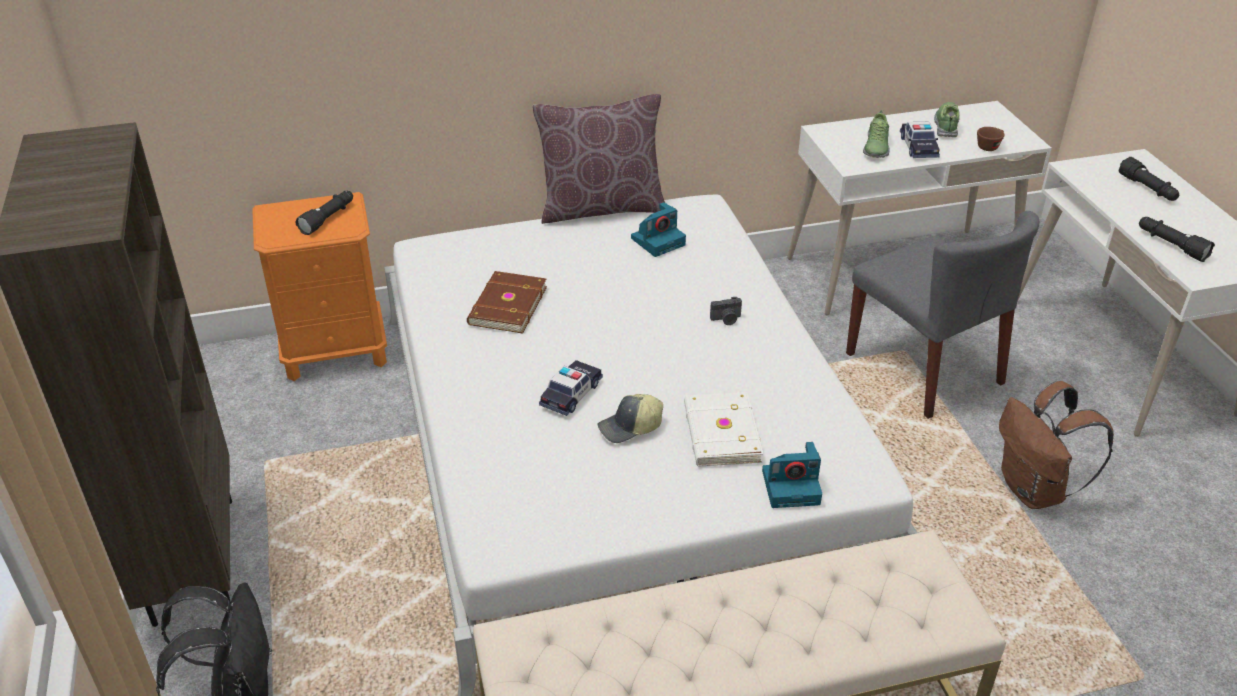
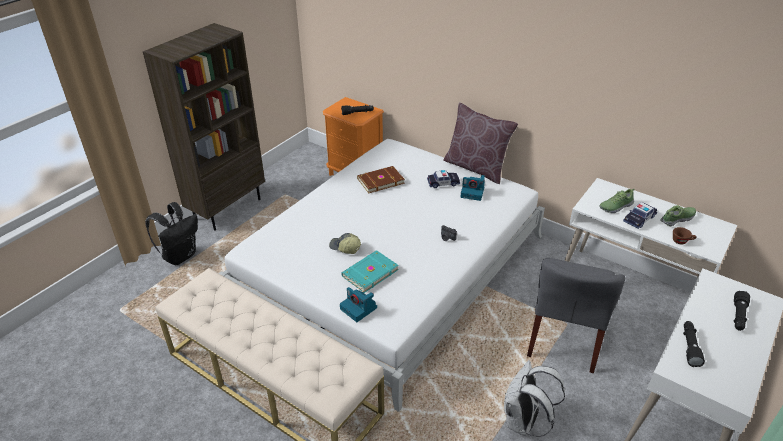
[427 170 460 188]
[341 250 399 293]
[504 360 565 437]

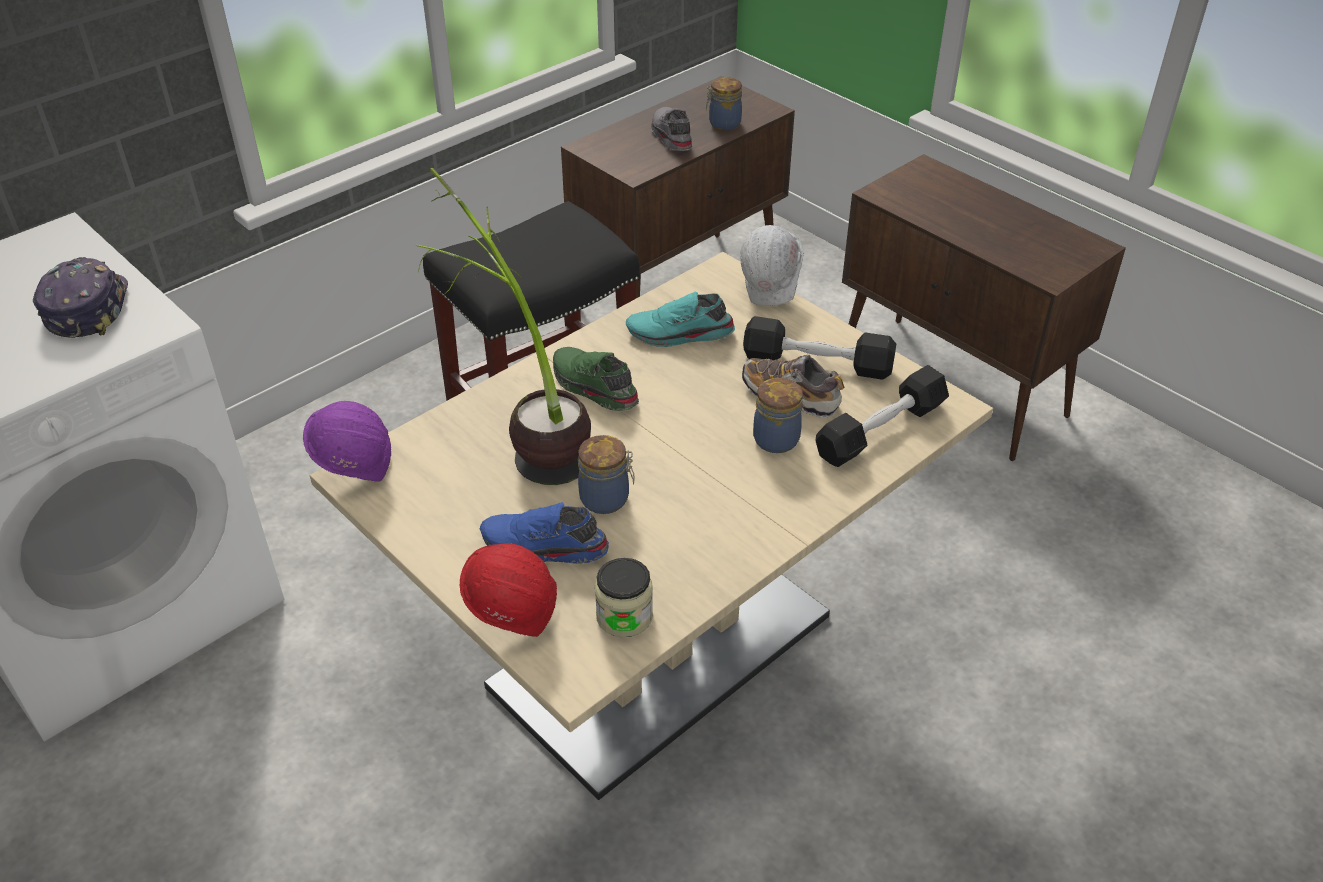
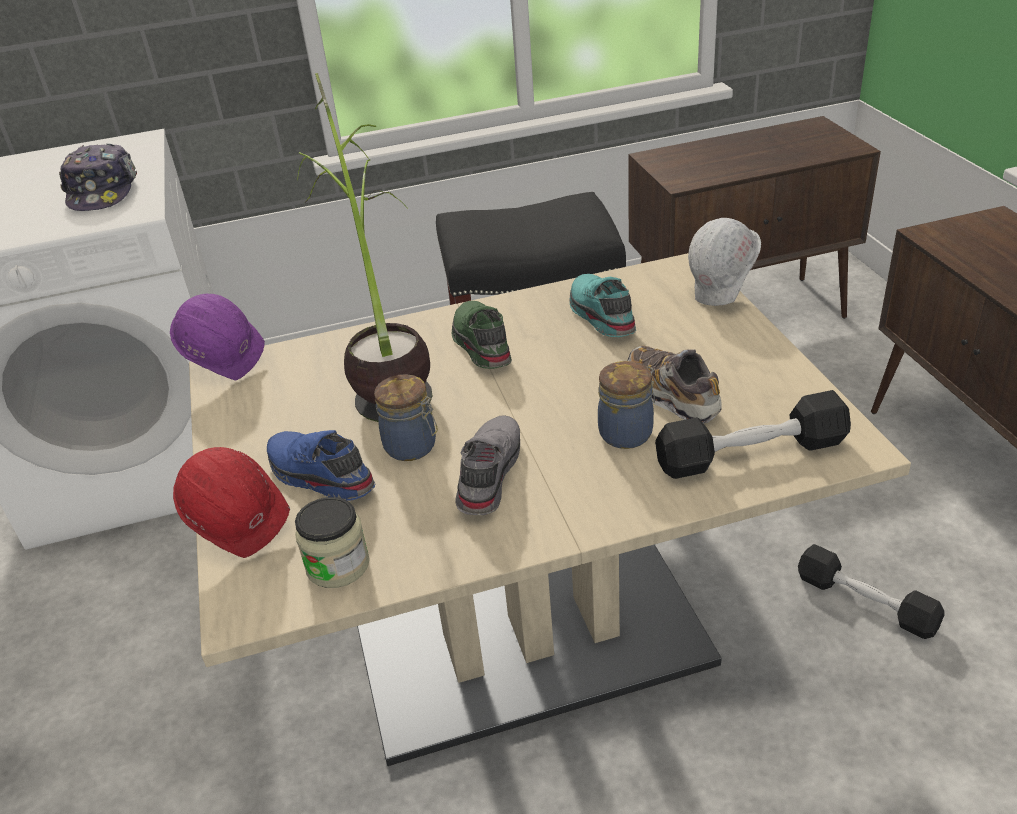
[706 77 742 130] (first image)
[455 415 520 515]
[798 544 945 639]
[59 144 137 211]
[569 274 636 337]

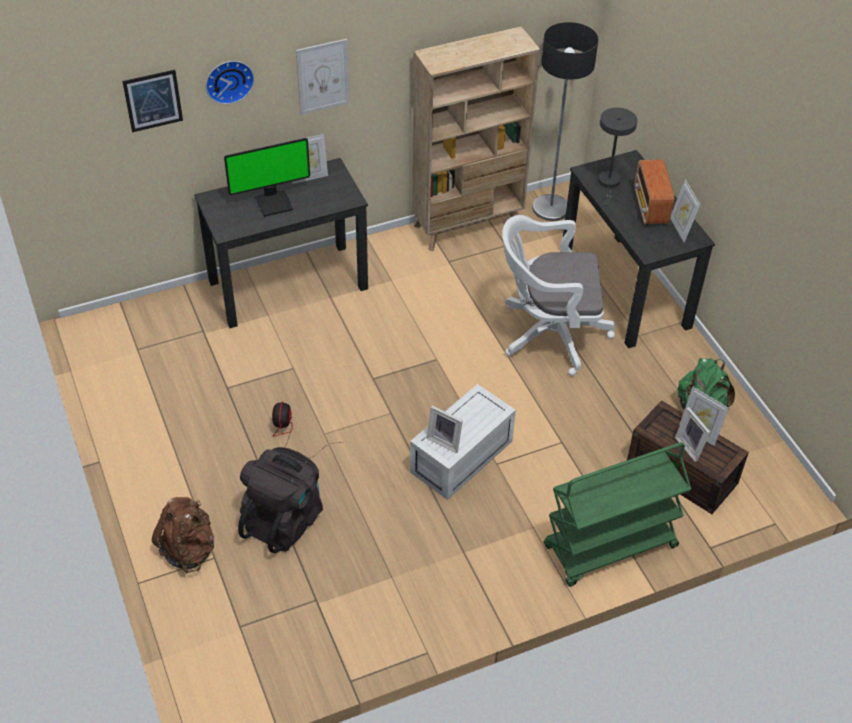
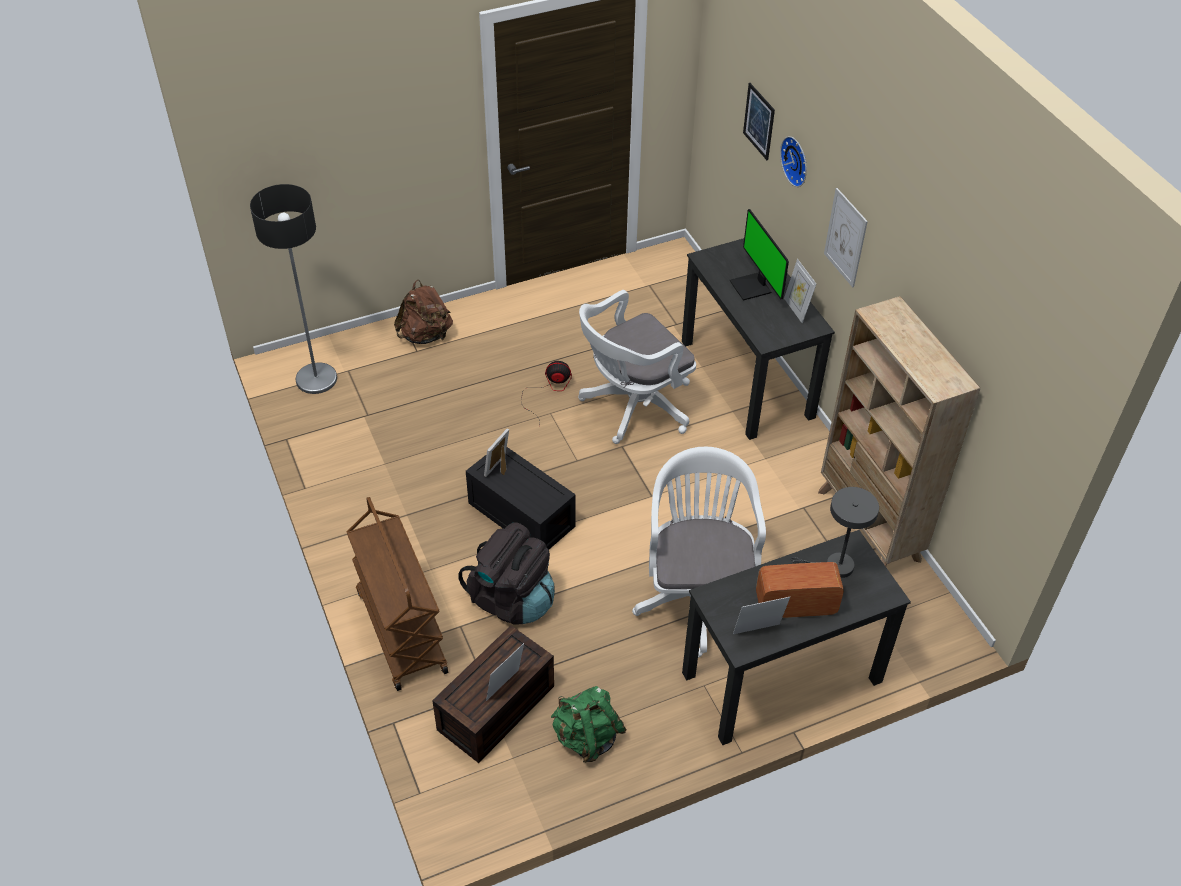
[675 407 710 462] (first image)
[578 290 696 444]
[458 522 555 625]
[250 184 337 394]
[466 447 576 549]
[347 497 448 691]

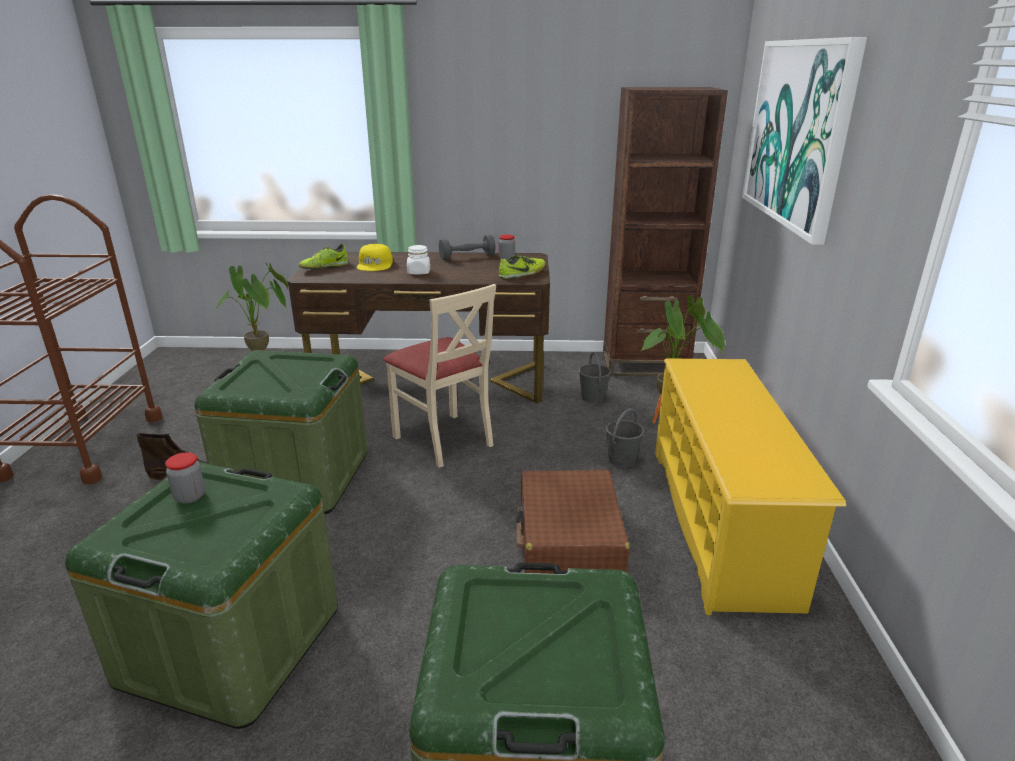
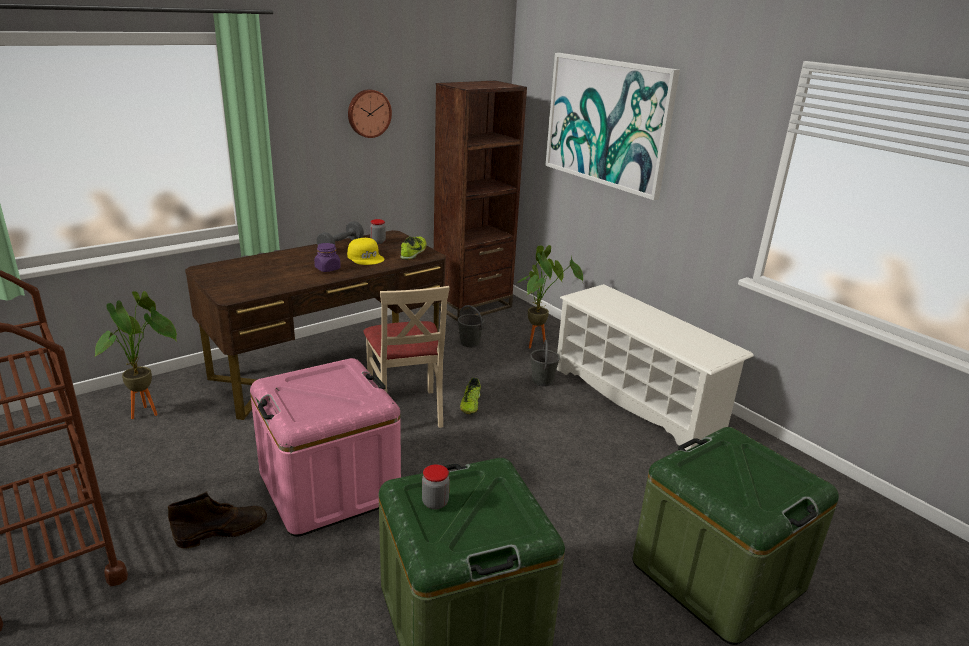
[516 470 630 574] (first image)
[348 89 392 138]
[460 378 481 414]
[347 238 384 265]
[250 358 401 537]
[314 243 341 272]
[557 284 754 450]
[364 286 450 428]

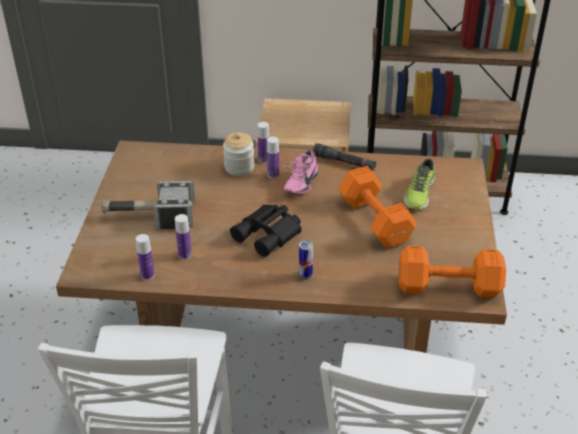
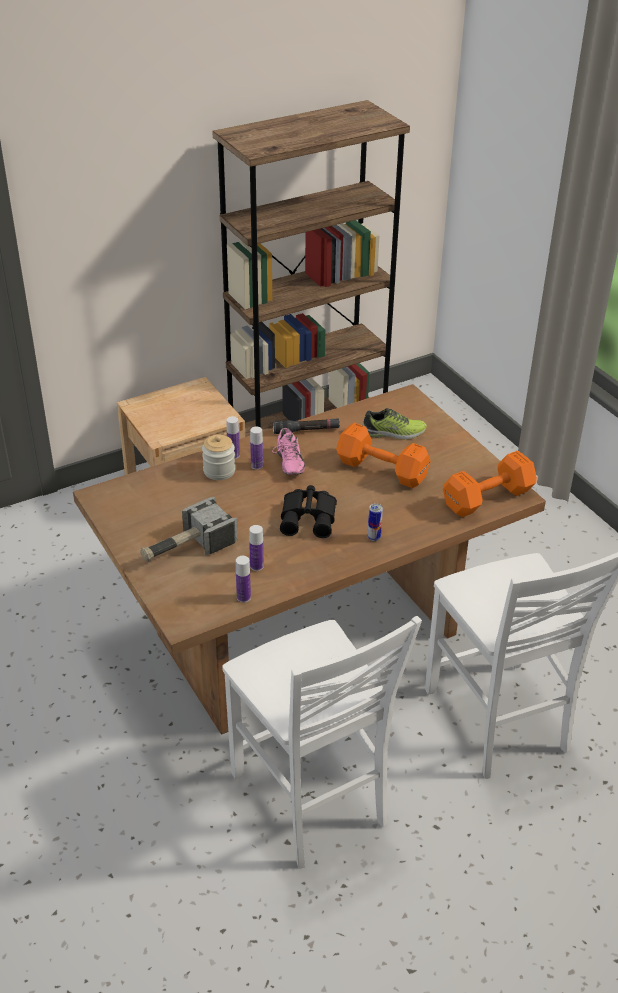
[362 408 427 440]

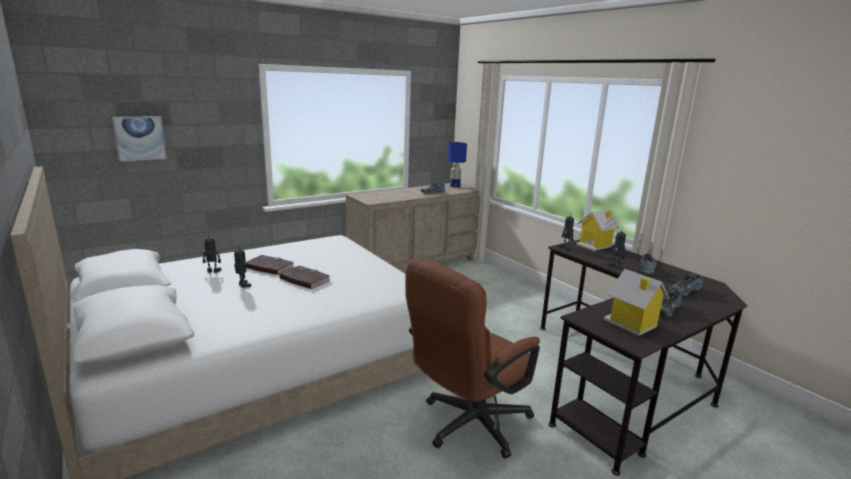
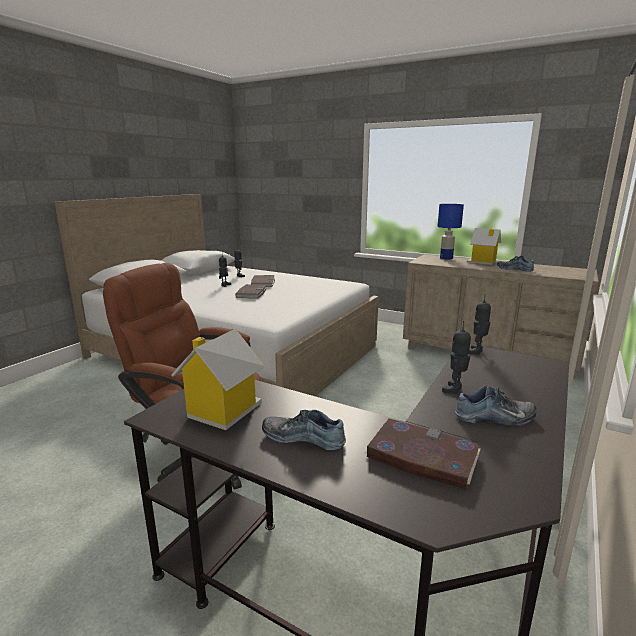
[112 116 167 162] (first image)
[438 204 464 260]
[467 228 501 265]
[365 418 481 490]

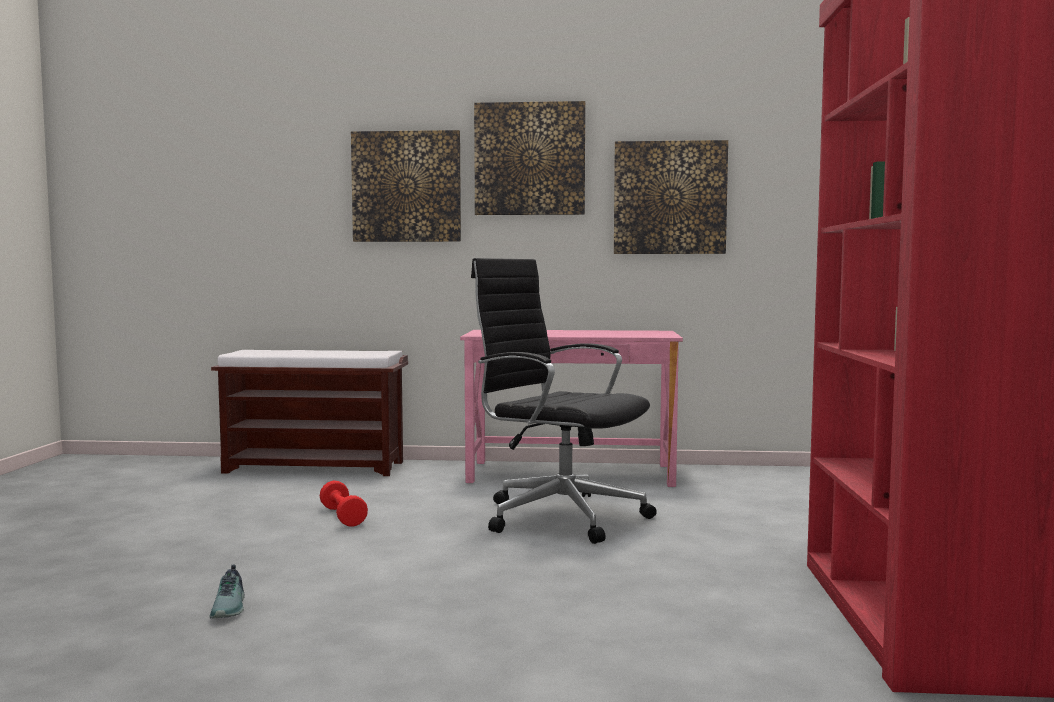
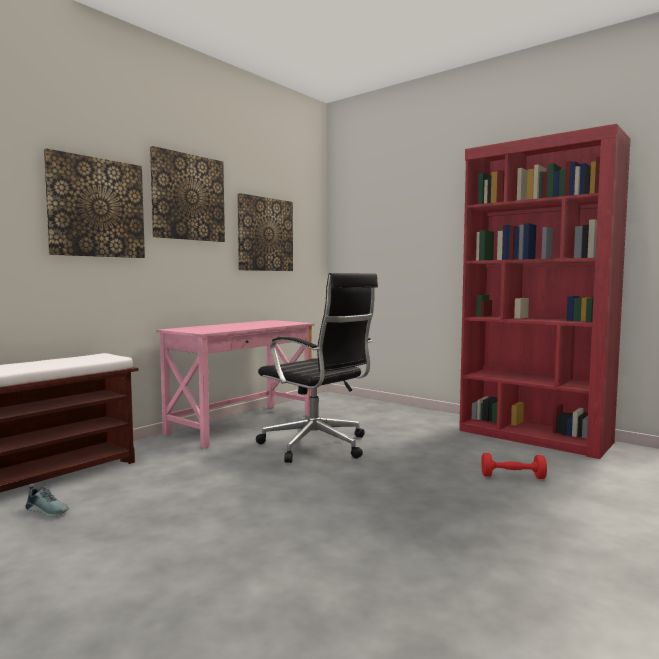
[25 486 69 517]
[481 453 547 479]
[256 273 378 463]

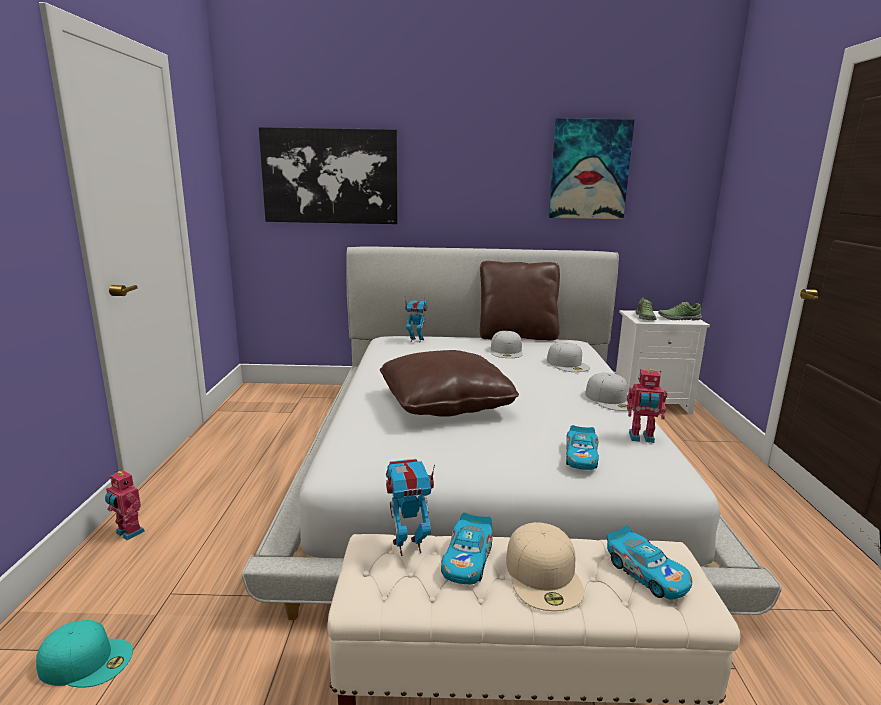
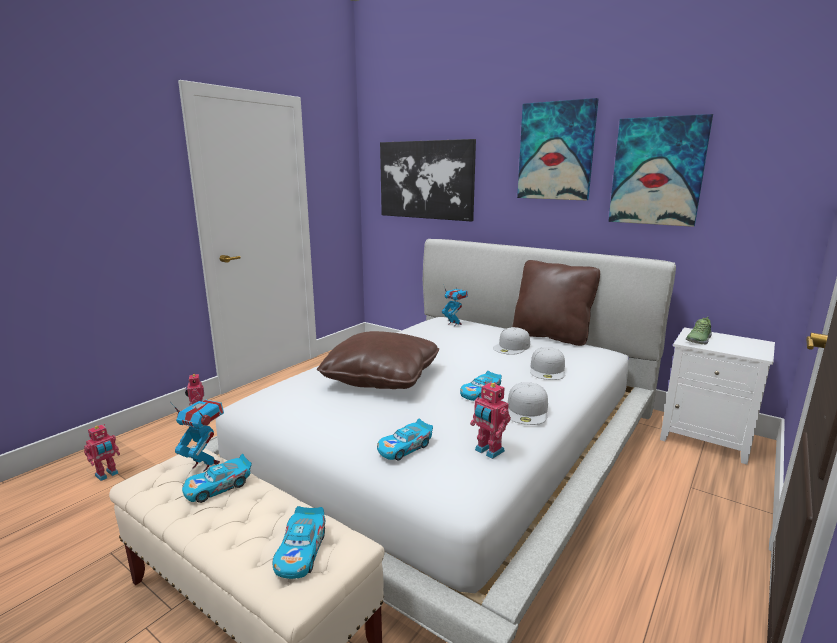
[506 522 584 611] (first image)
[658 302 703 321] (first image)
[460 371 502 401]
[517 98 599 201]
[84 424 120 481]

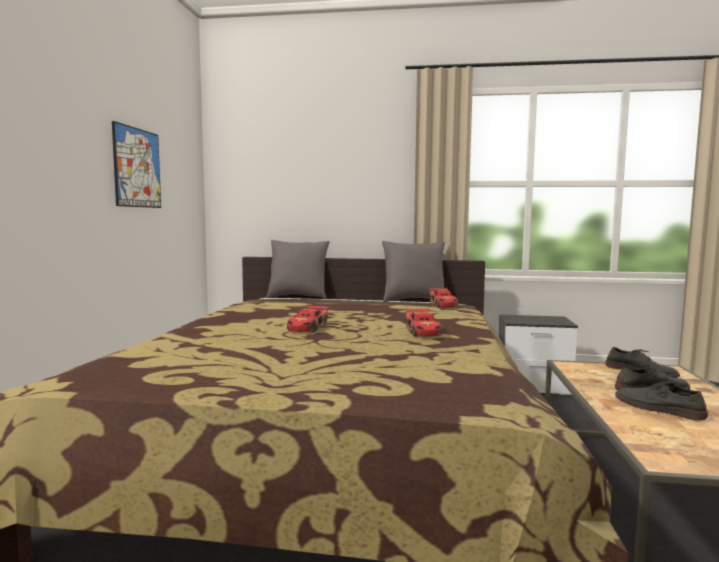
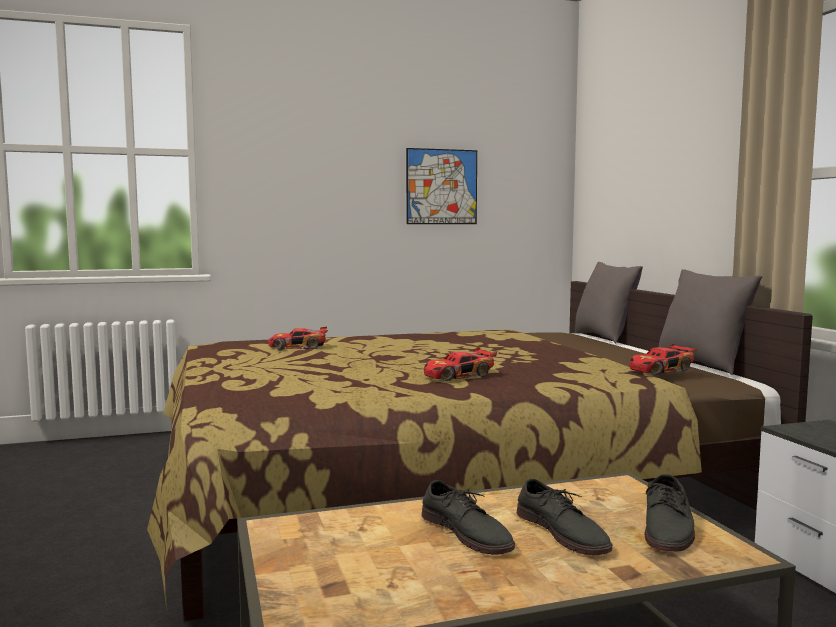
[268 327 328 350]
[422 480 515 555]

